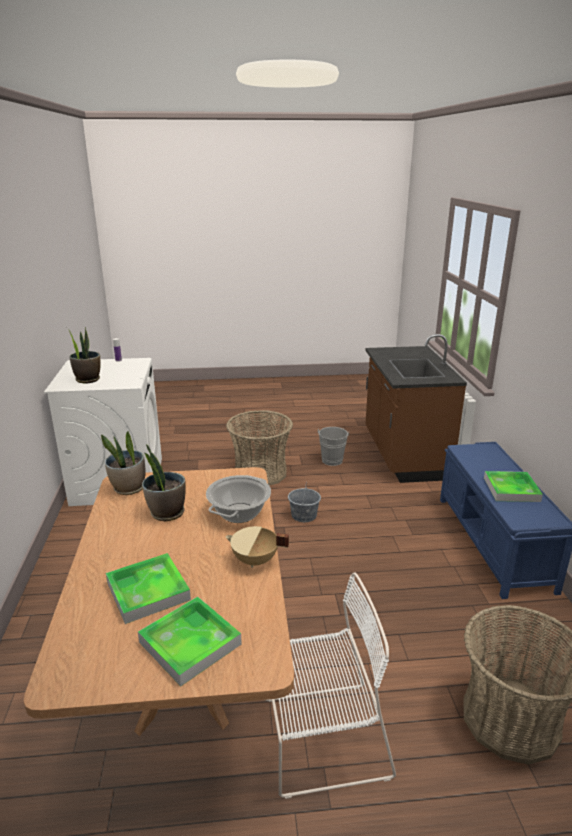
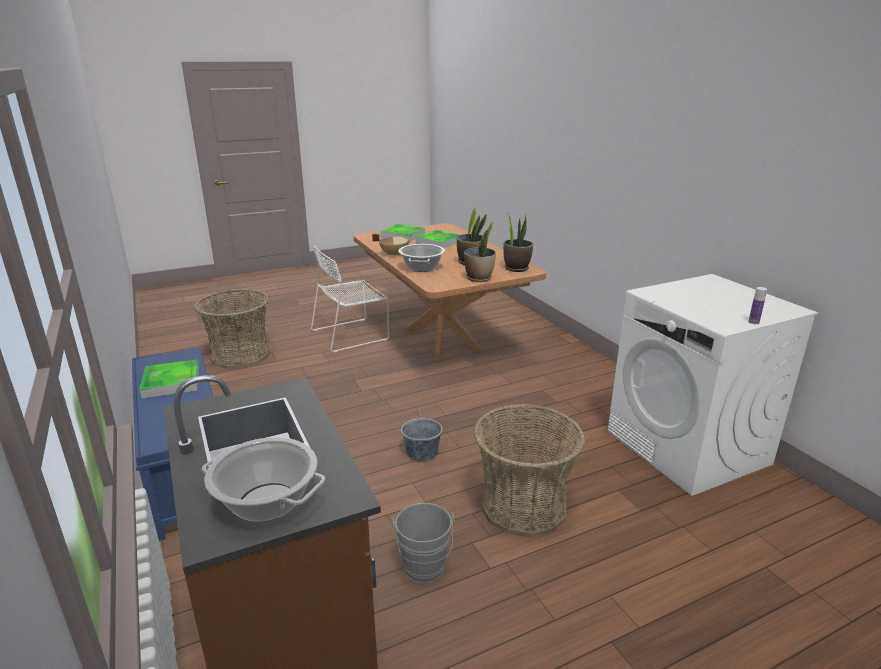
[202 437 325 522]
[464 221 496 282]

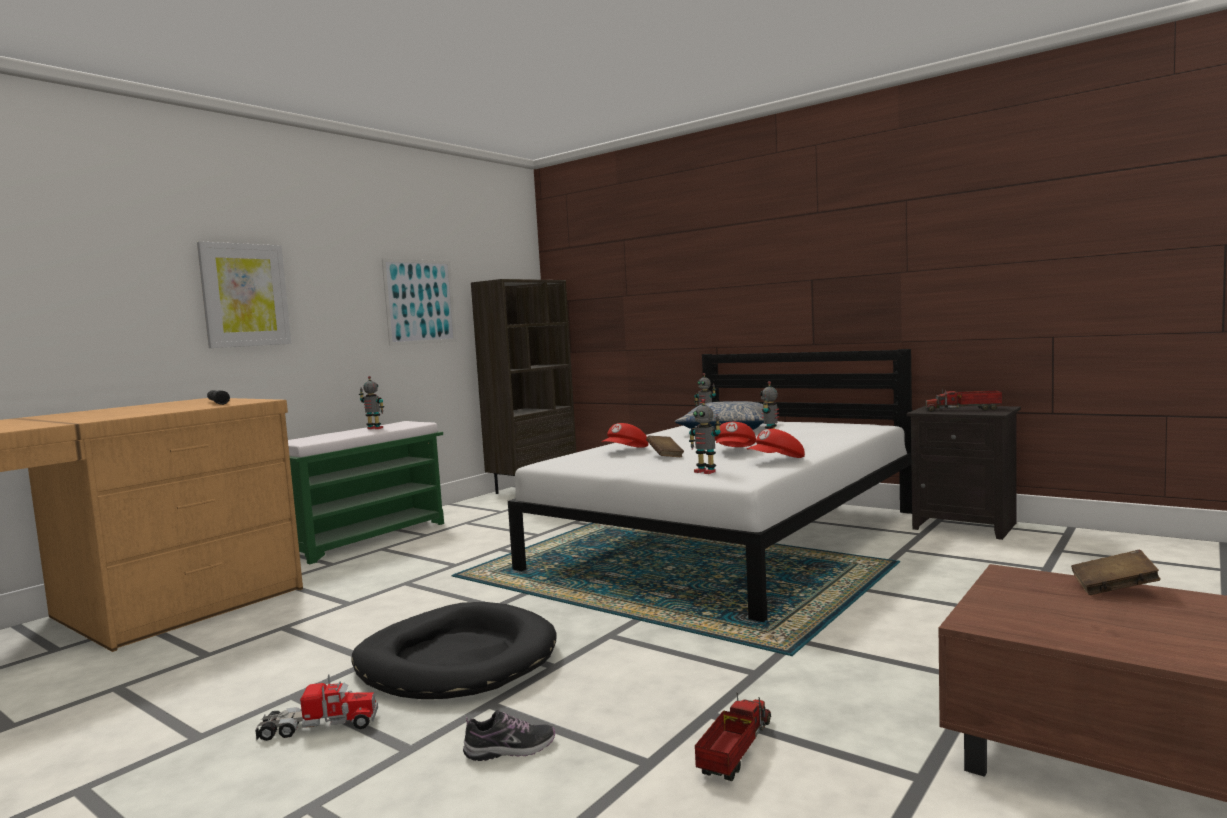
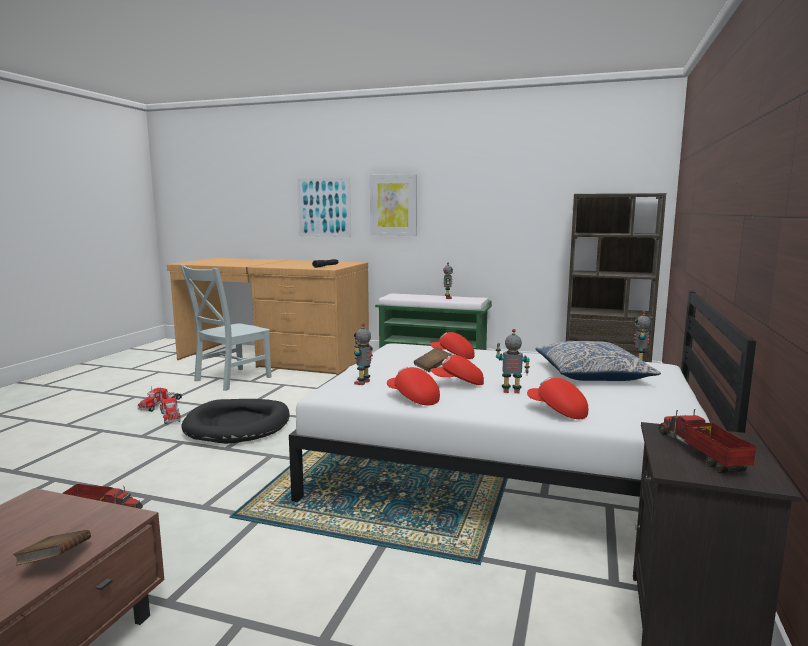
[463 710 555 761] (first image)
[137 387 182 412]
[180 265 272 391]
[527 377 588 419]
[297 177 351 237]

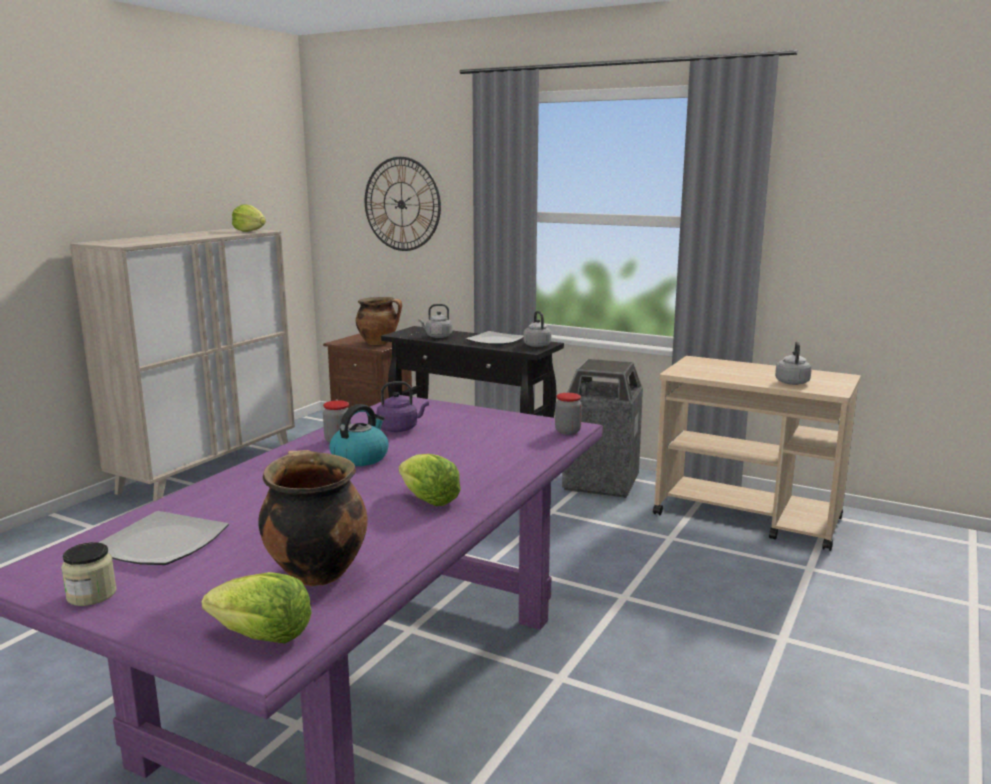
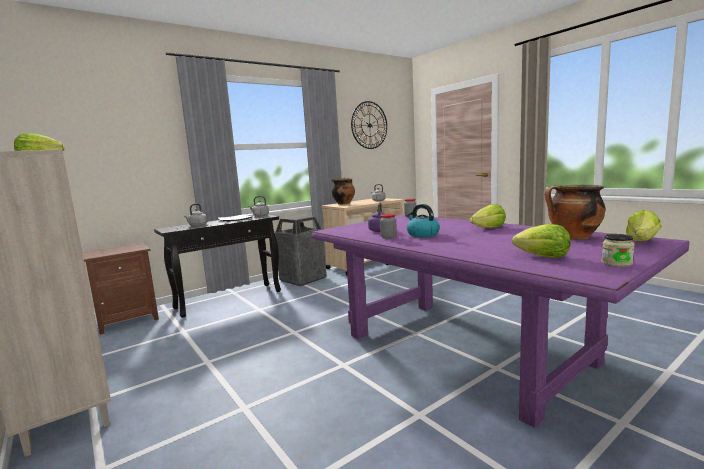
[331 177 355 205]
[351 101 387 149]
[512 224 570 258]

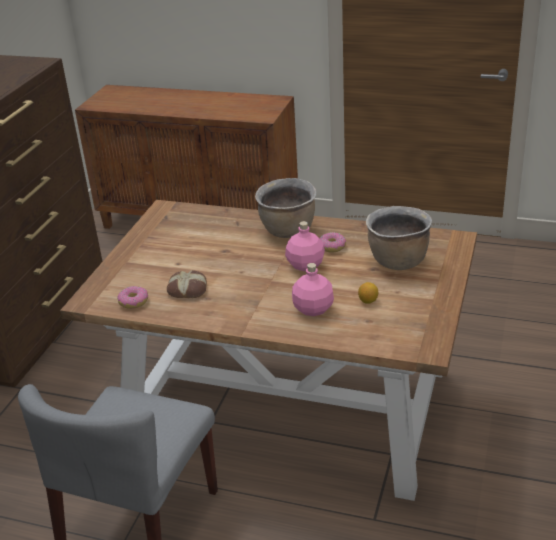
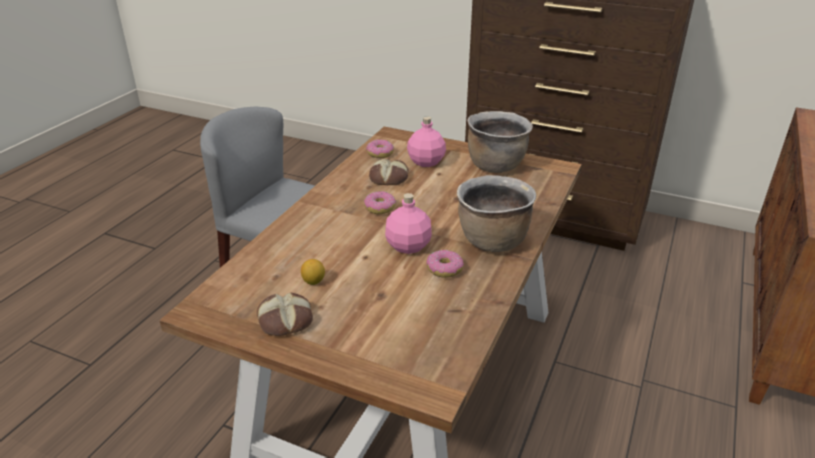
[257 292 313 336]
[364 191 396 214]
[407 116 446 167]
[467 111 533 173]

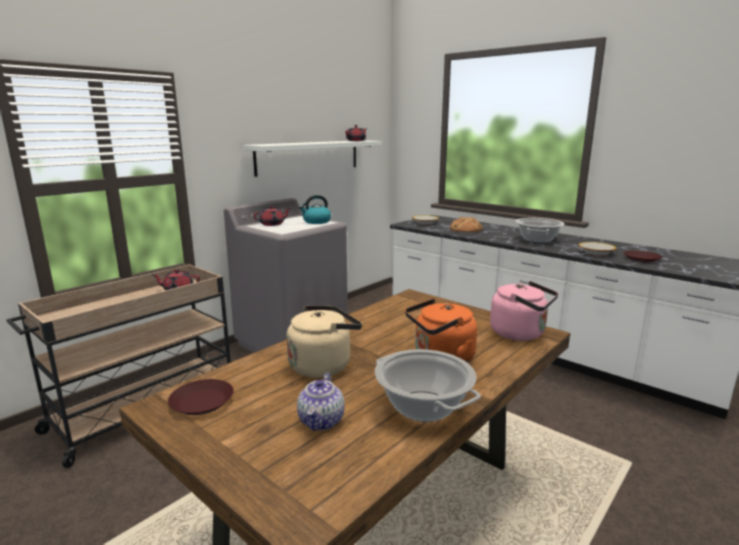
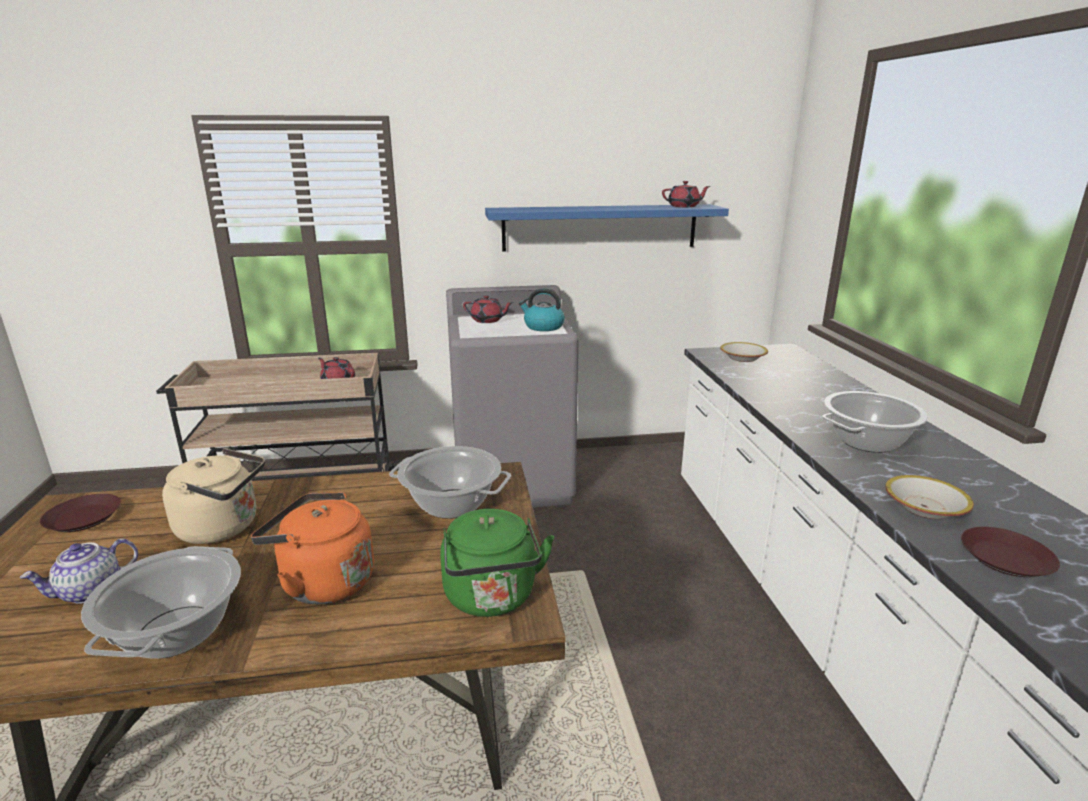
[450 217 483 232] (first image)
[389 446 511 519]
[485 204 729 252]
[440 509 554 617]

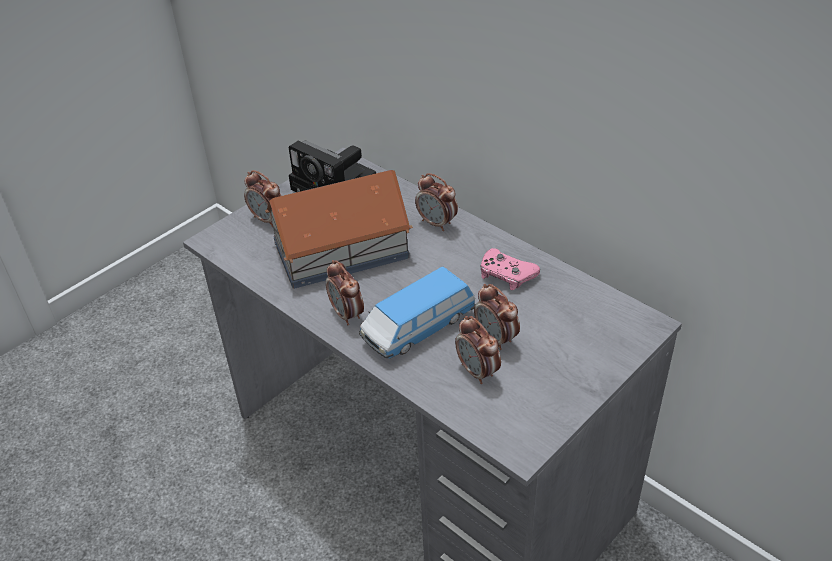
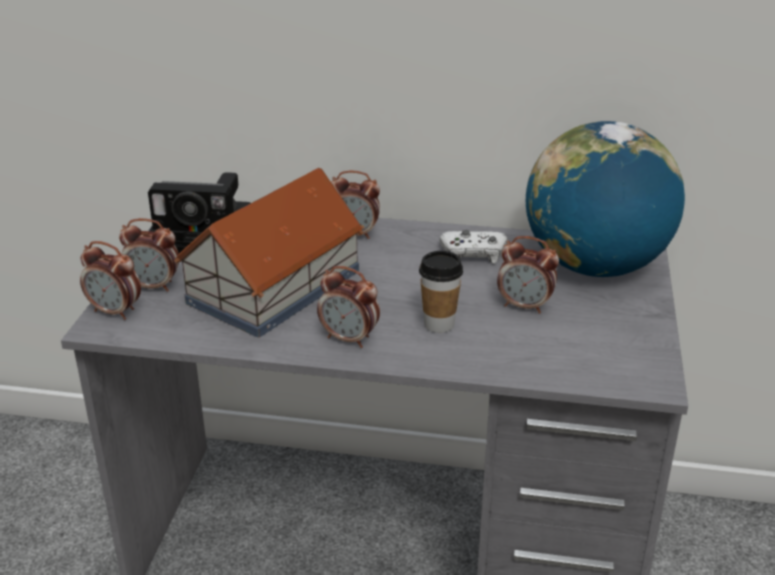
[526 121 685 277]
[80 241 141 320]
[419 251 463 333]
[439 230 507 264]

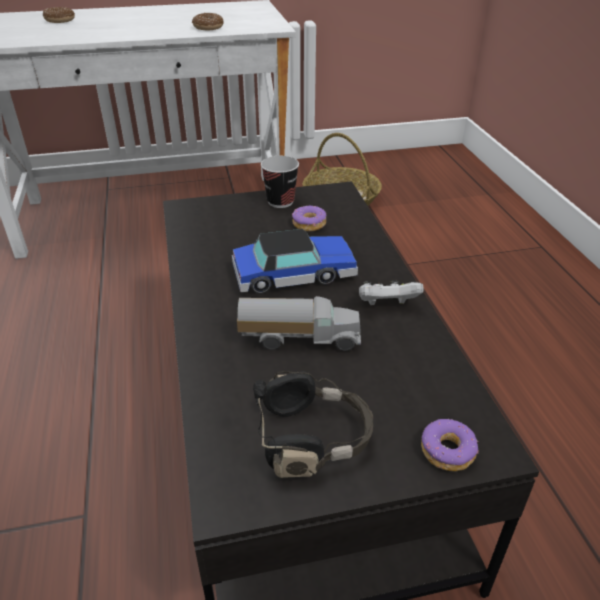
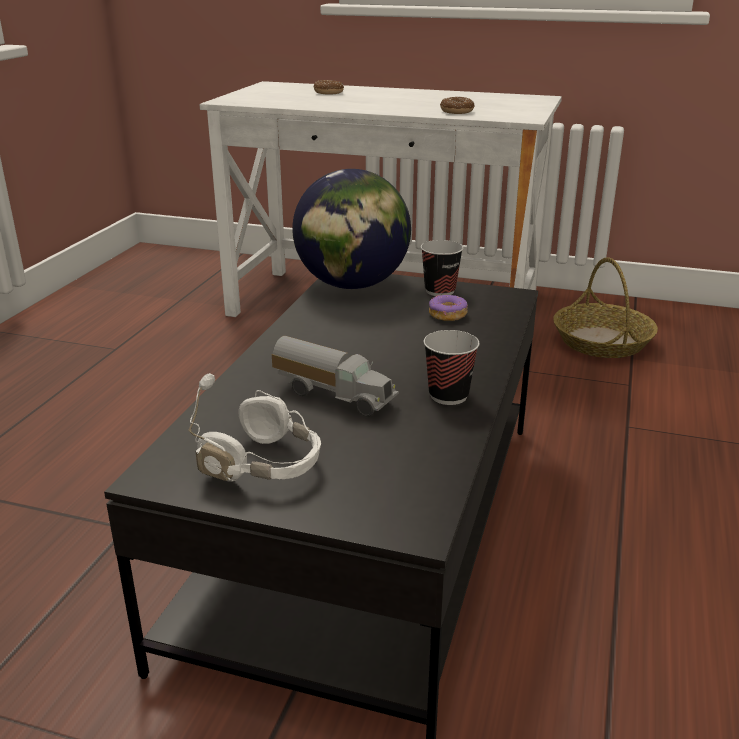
[232 229 358 293] (first image)
[421 419 479 471] (first image)
[292 169 411 289]
[424 330 480 405]
[188 373 321 482]

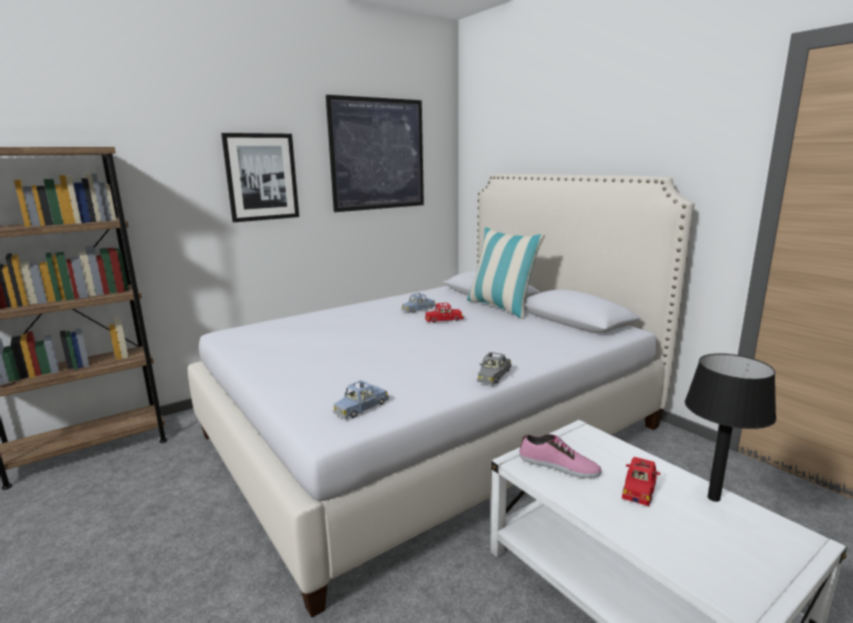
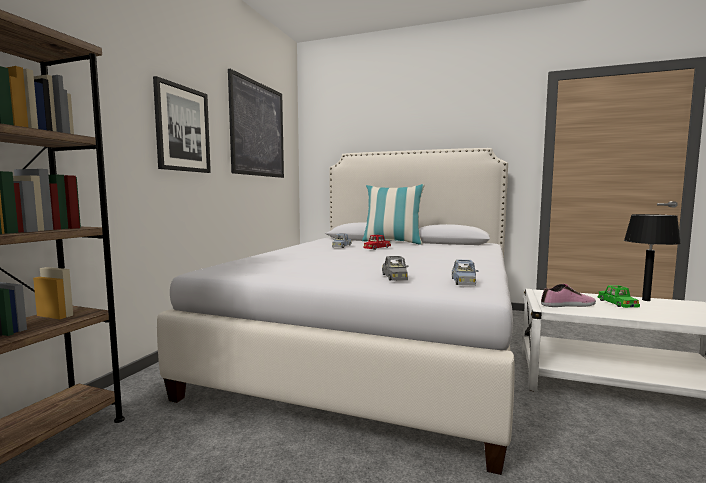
[382 256 409 281]
[598 285 640 308]

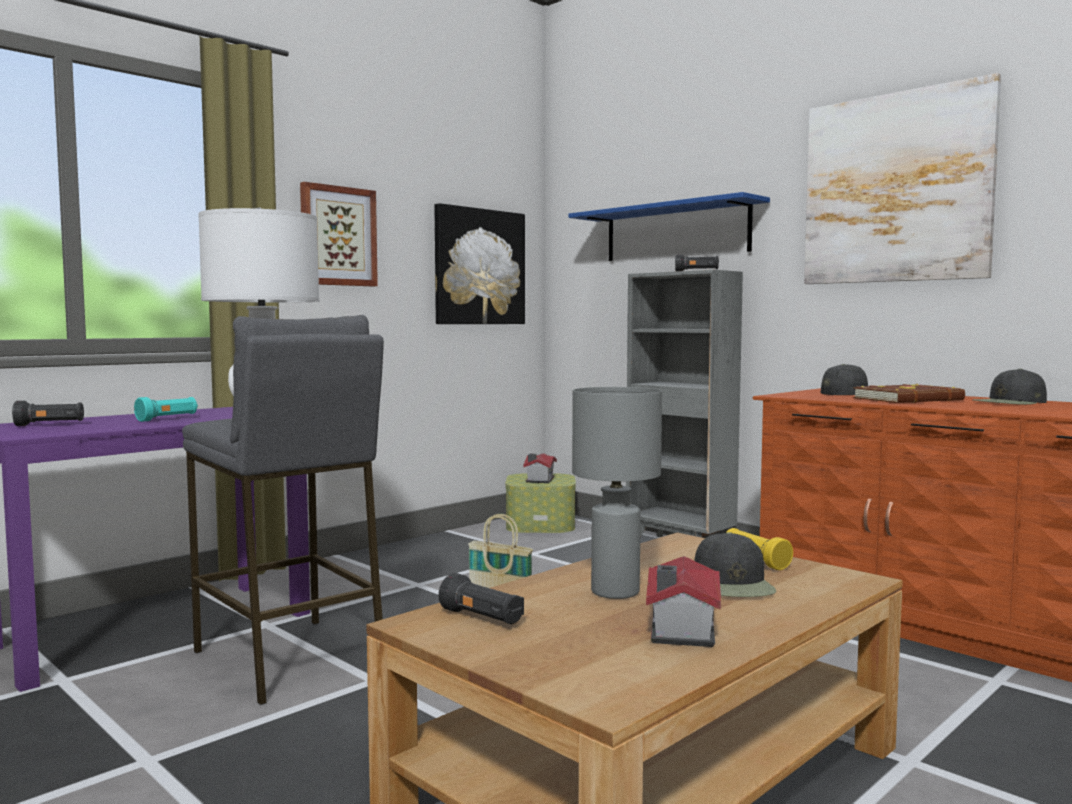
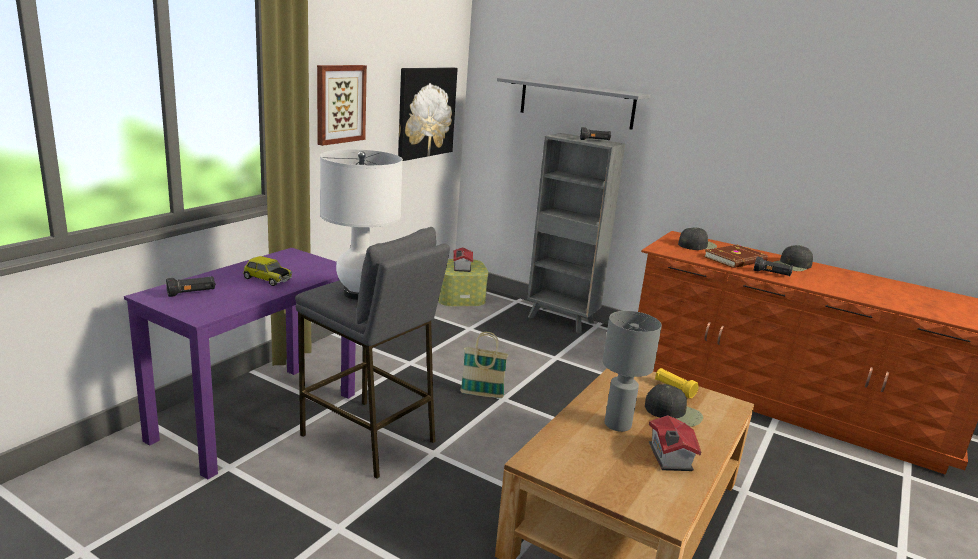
[804 73 1001 284] (first image)
[754 257 793 276]
[243 256 292 286]
[497 77 651 130]
[645 384 703 427]

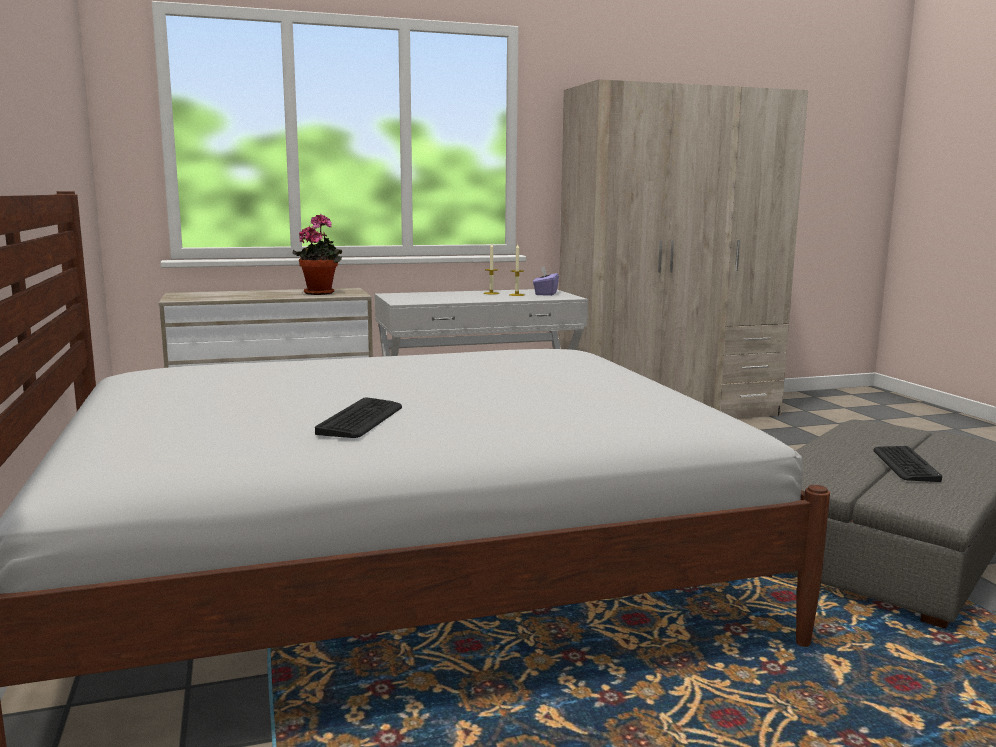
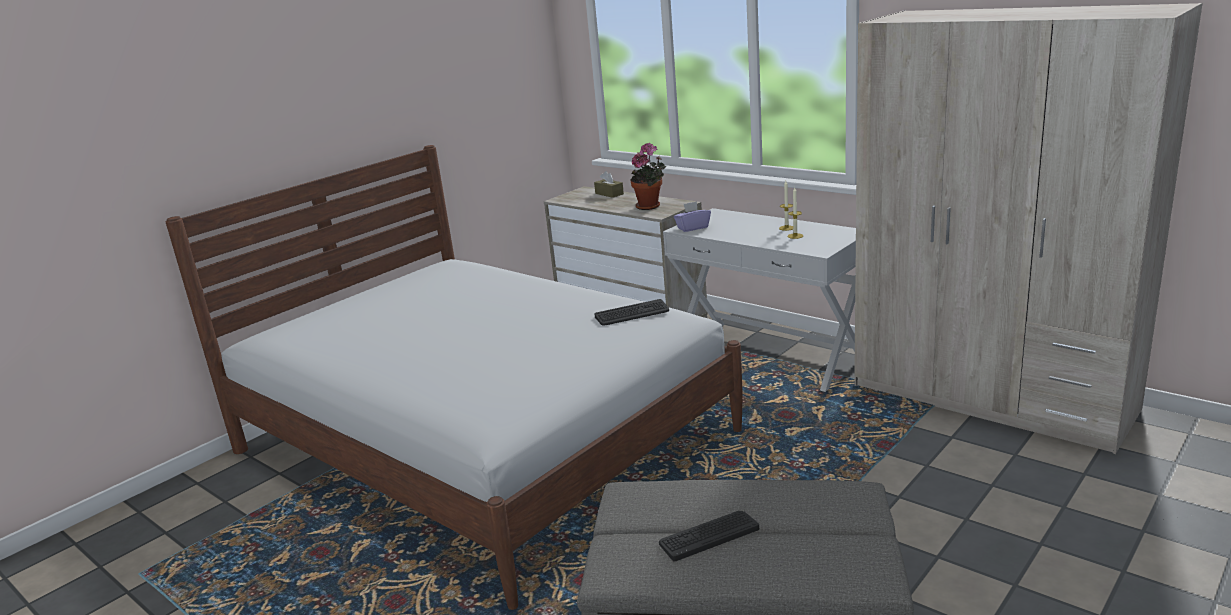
[594 171 624 198]
[594 299 669 326]
[674 201 711 232]

